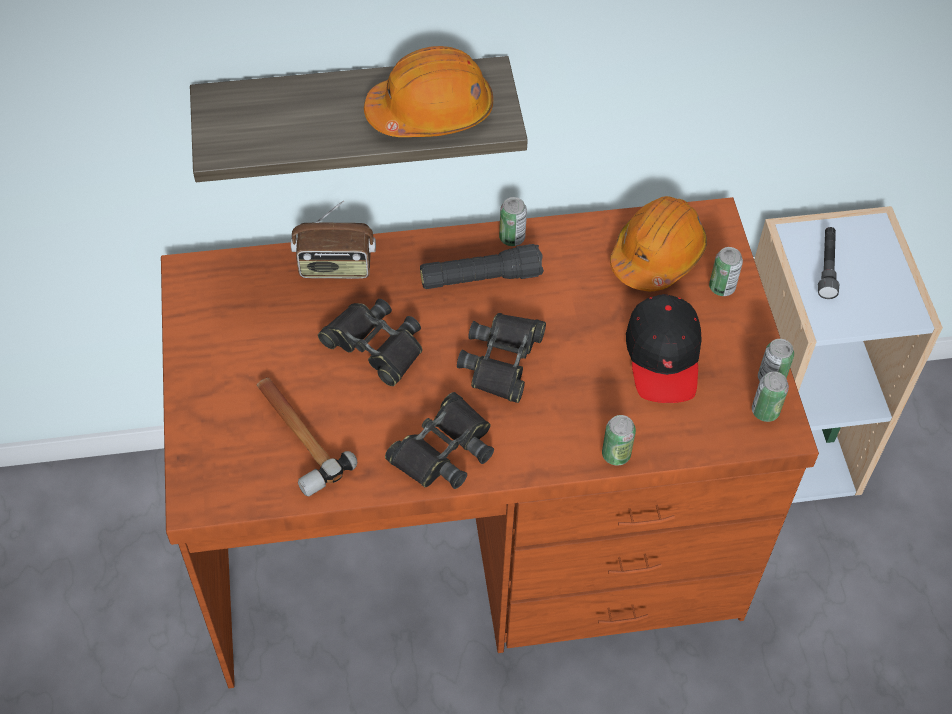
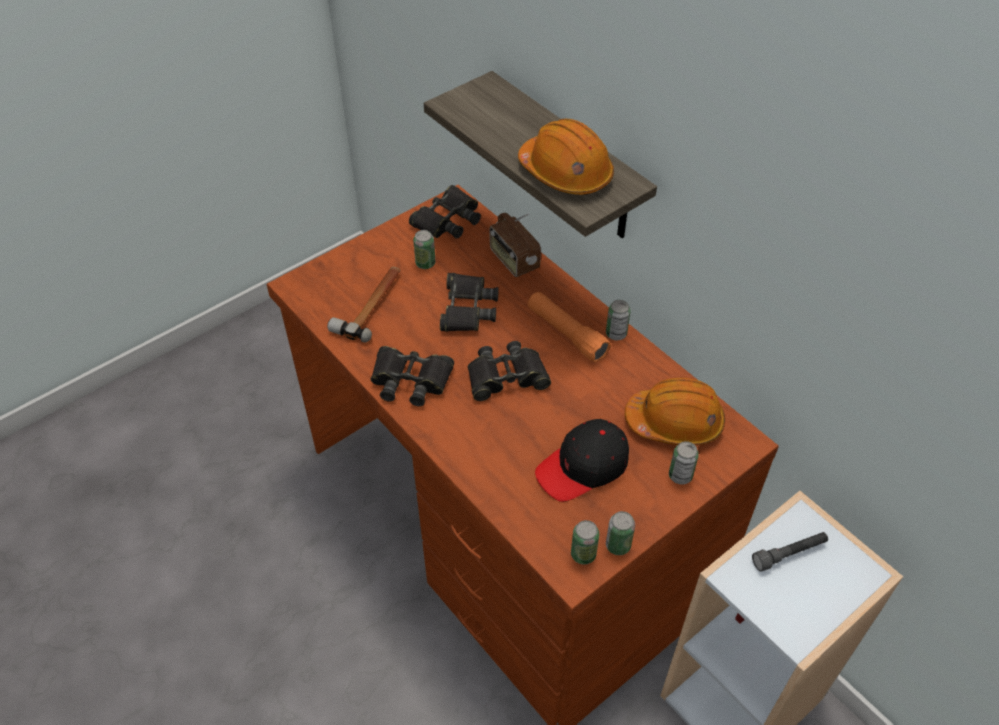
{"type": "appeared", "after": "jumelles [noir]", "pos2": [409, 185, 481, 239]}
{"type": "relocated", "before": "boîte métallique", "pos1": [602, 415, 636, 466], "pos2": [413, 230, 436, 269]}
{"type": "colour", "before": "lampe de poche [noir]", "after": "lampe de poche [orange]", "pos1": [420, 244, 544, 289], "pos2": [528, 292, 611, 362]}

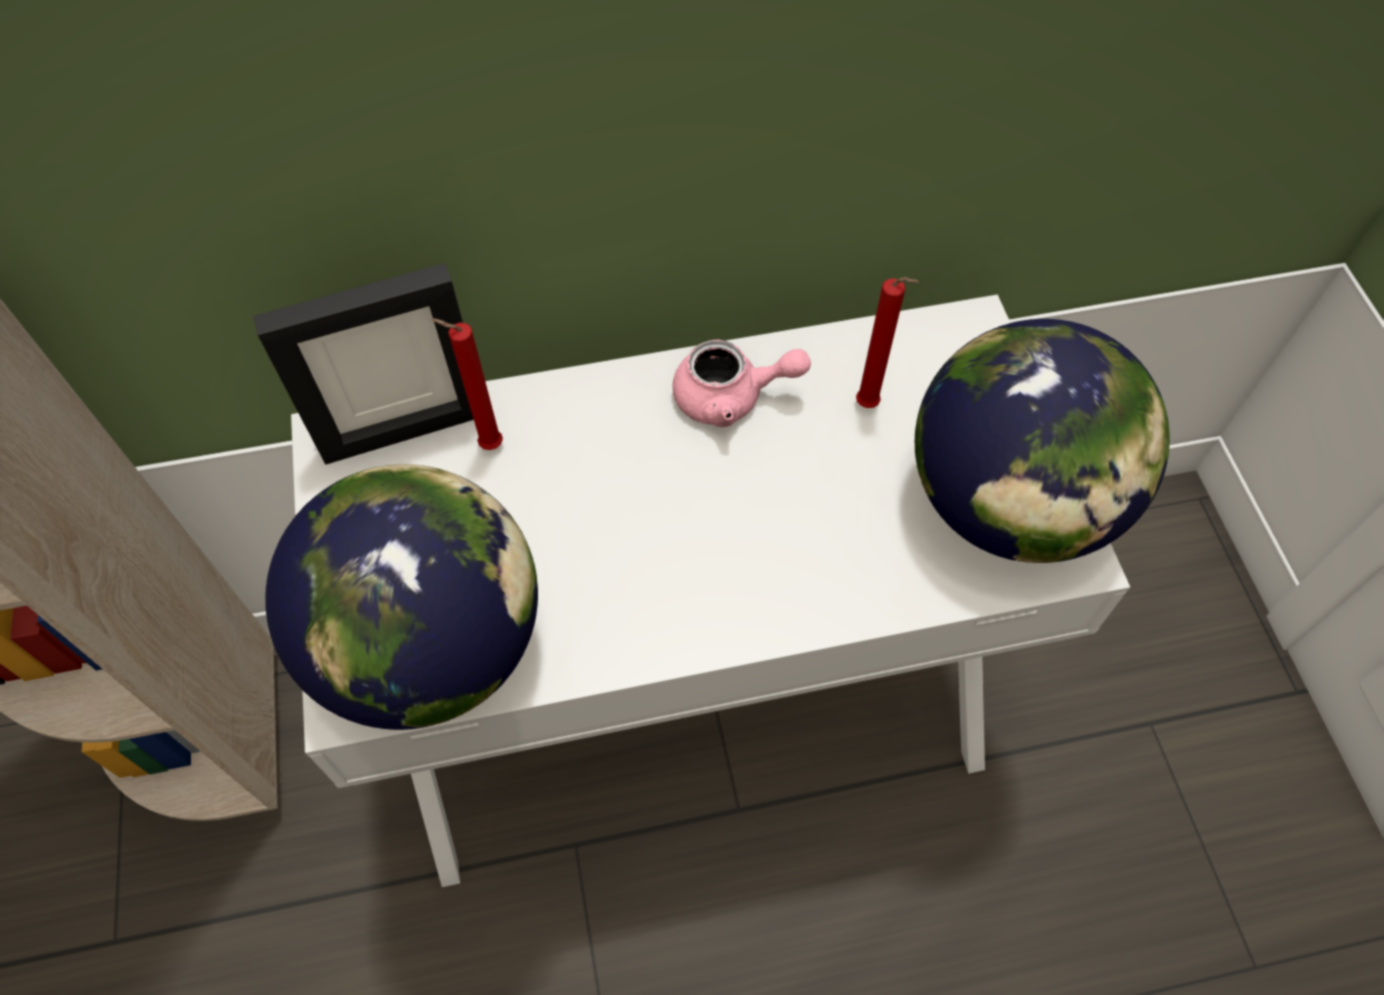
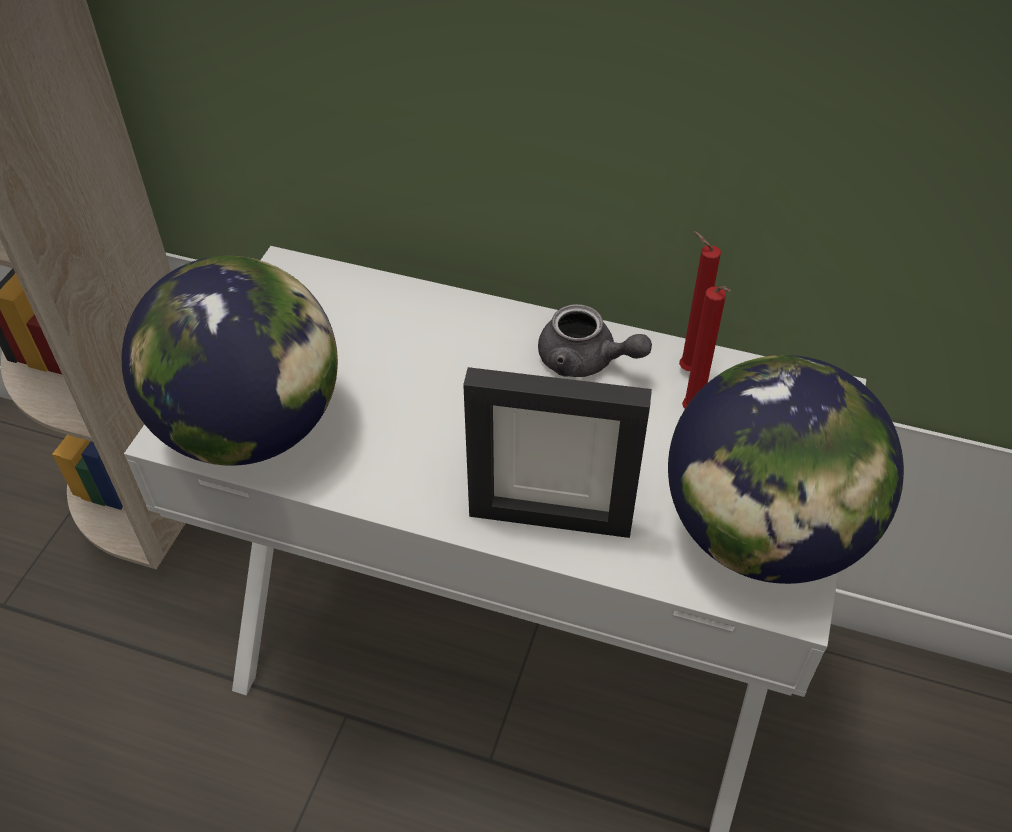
{"type": "relocated", "before": "cadre photo", "pos1": [253, 263, 474, 465], "pos2": [463, 367, 652, 538]}
{"type": "colour", "before": "théière [rose]", "after": "théière [gris]", "pos1": [672, 340, 811, 427], "pos2": [538, 304, 652, 377]}
{"type": "relocated", "before": "bougie [rouge]", "pos1": [430, 318, 503, 450], "pos2": [679, 231, 721, 371]}

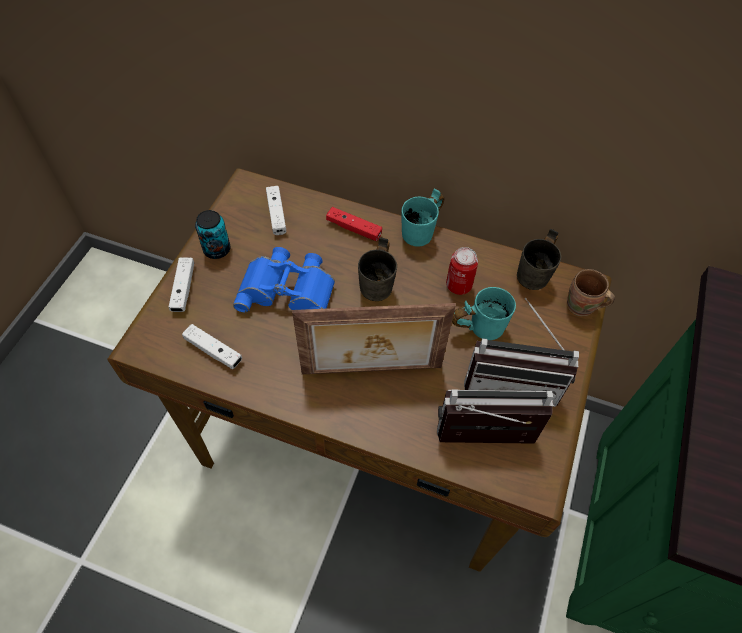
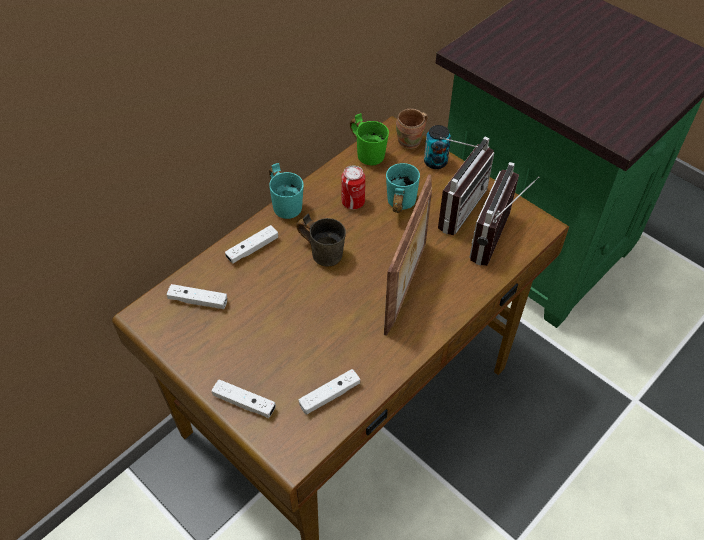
{"type": "colour", "before": "manette [rouge]", "after": "manette [blanc]", "pos1": [326, 207, 382, 241], "pos2": [225, 225, 278, 263]}
{"type": "colour", "before": "mug [gris]", "after": "mug [vert]", "pos1": [517, 229, 561, 290], "pos2": [350, 113, 389, 166]}
{"type": "relocated", "before": "boîte métallique", "pos1": [195, 210, 231, 259], "pos2": [424, 125, 451, 169]}
{"type": "missing", "before": "jumelles [bleu]", "pos1": [233, 247, 335, 313]}

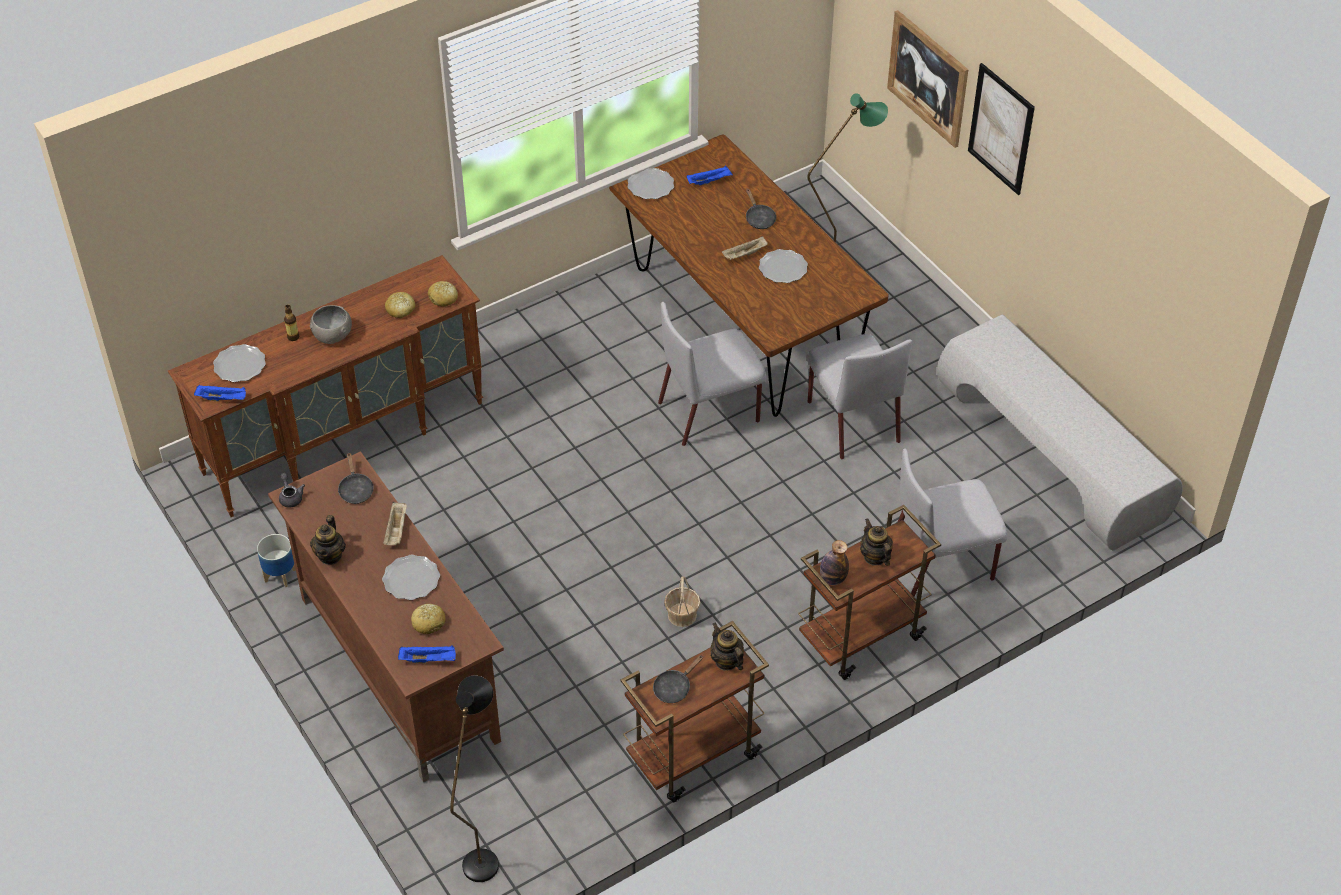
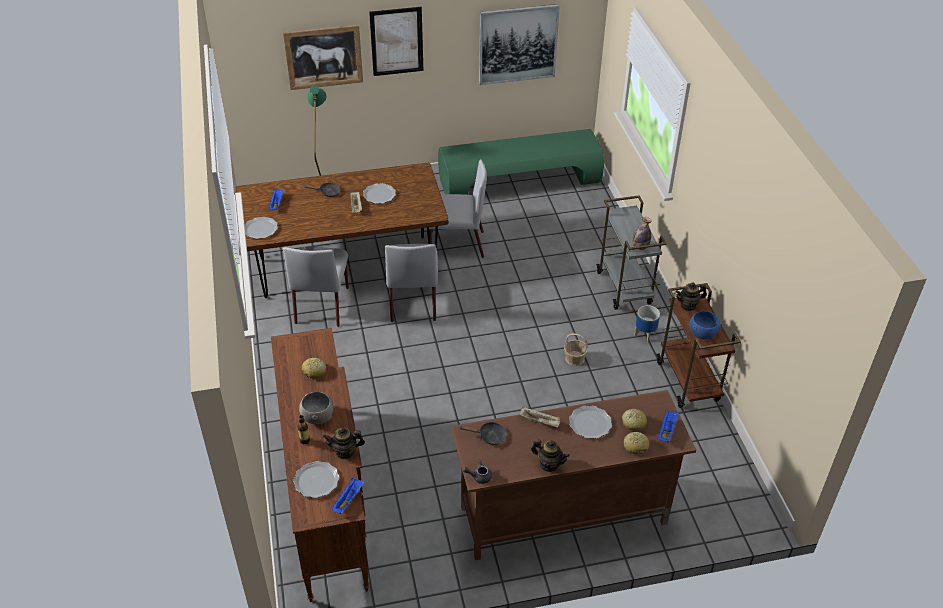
{"type": "relocated", "before": "chaise [gris]", "pos1": [898, 448, 1007, 596], "pos2": [283, 247, 349, 327]}
{"type": "relocated", "before": "théière", "pos1": [860, 519, 893, 566], "pos2": [323, 427, 365, 459]}
{"type": "colour", "before": "banc [gris]", "after": "banc [vert]", "pos1": [937, 315, 1183, 551], "pos2": [438, 129, 604, 195]}
{"type": "appeared", "after": "tableau", "pos2": [479, 4, 560, 85]}
{"type": "colour", "before": "chariot [marron]", "after": "chariot [gris]", "pos1": [798, 505, 941, 680], "pos2": [596, 195, 666, 310]}
{"type": "relocated", "before": "pain", "pos1": [428, 281, 458, 307], "pos2": [624, 432, 649, 455]}
{"type": "relocated", "before": "cache-pot", "pos1": [257, 534, 296, 587], "pos2": [634, 305, 660, 342]}
{"type": "exchanged", "before": "poêle [noir]", "after": "bol [bleu]", "pos1": [653, 655, 703, 703], "pos2": [689, 311, 721, 339]}
{"type": "missing", "before": "lampadaire [noir]", "pos1": [450, 675, 499, 882]}

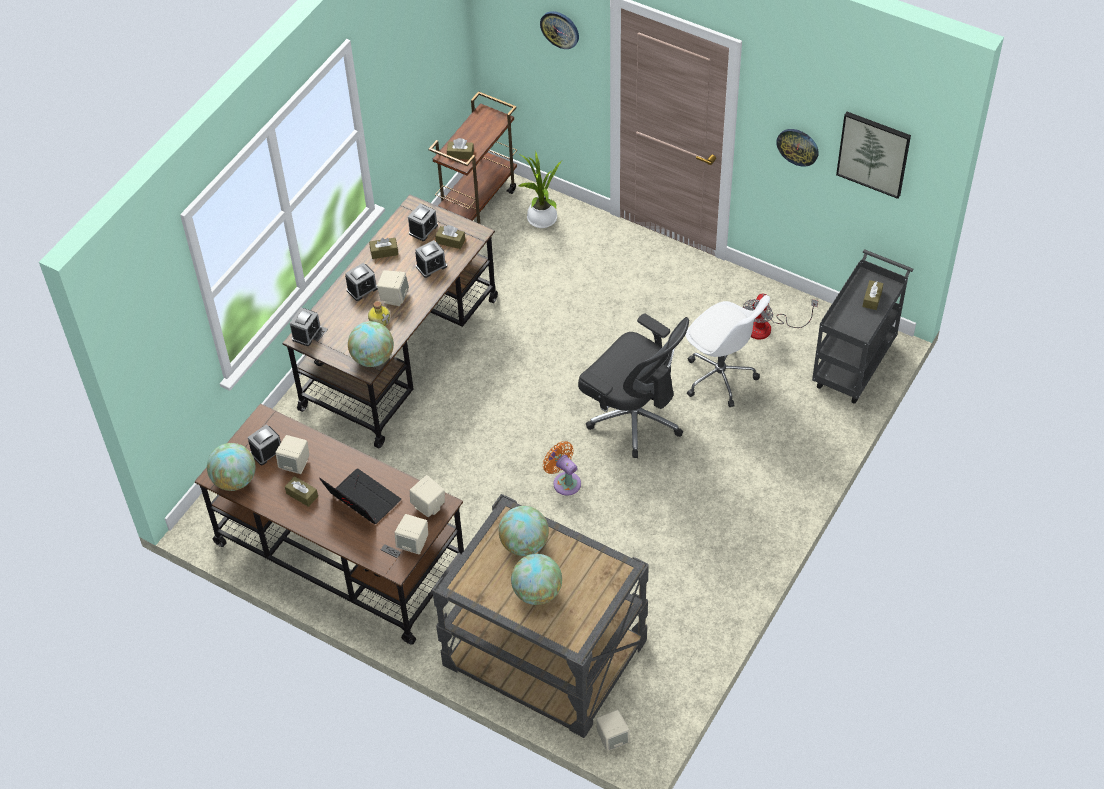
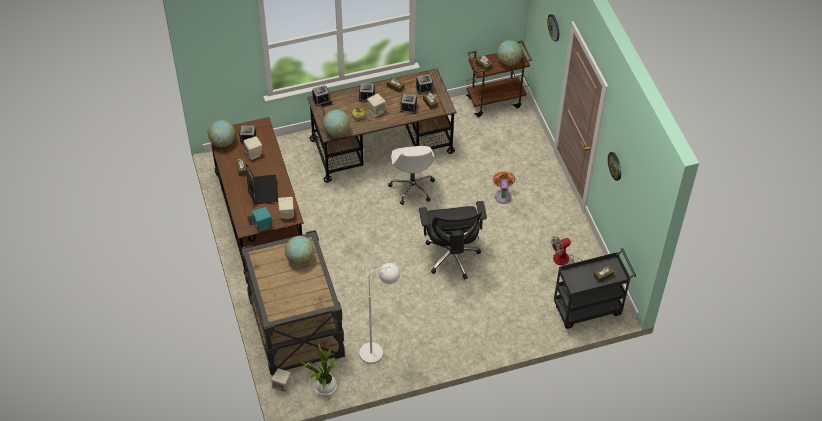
{"type": "colour", "before": "enceinte [beige]", "after": "enceinte [turquoise]", "pos1": [394, 514, 428, 555], "pos2": [252, 207, 271, 231]}
{"type": "relocated", "before": "plante en pot", "pos1": [518, 151, 562, 228], "pos2": [297, 342, 338, 395]}
{"type": "appeared", "after": "lampadaire [blanc]", "pos2": [359, 263, 400, 364]}
{"type": "relocated", "before": "chaise de bureau [blanc]", "pos1": [686, 295, 770, 407], "pos2": [388, 146, 435, 205]}
{"type": "relocated", "before": "ventilateur [orange]", "pos1": [543, 441, 581, 496], "pos2": [493, 171, 515, 204]}
{"type": "relocated", "before": "globe", "pos1": [511, 554, 562, 605], "pos2": [497, 40, 522, 66]}
{"type": "missing", "before": "tableau", "pos1": [836, 112, 911, 199]}

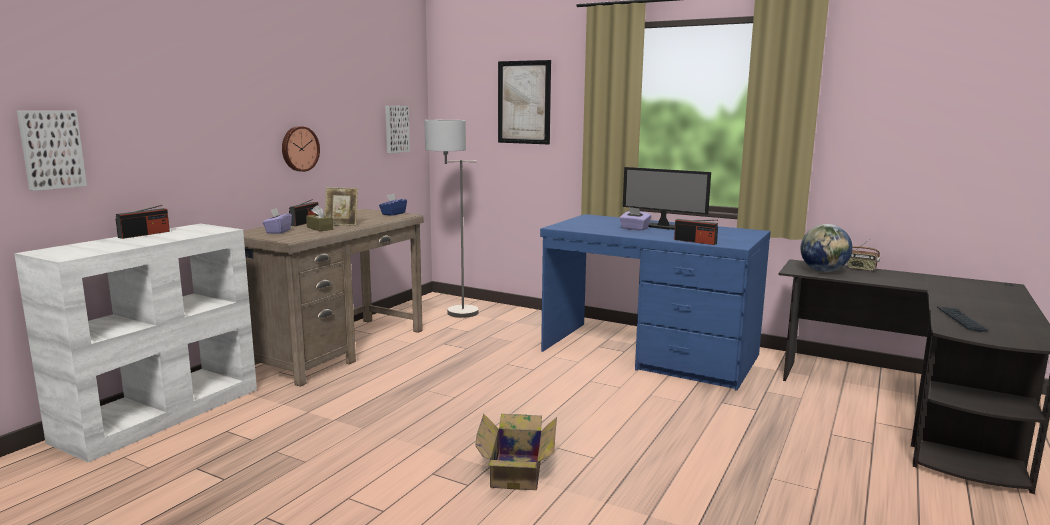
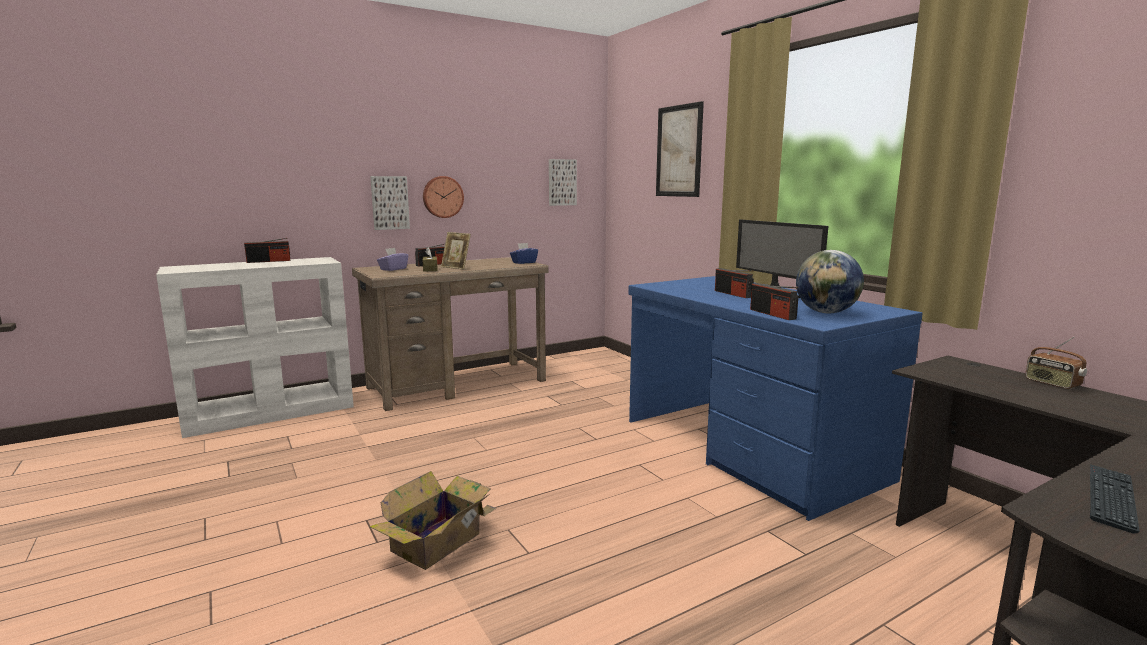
{"type": "relocated", "before": "tableau", "pos1": [17, 111, 87, 191], "pos2": [370, 176, 410, 230]}
{"type": "exchanged", "before": "boîte à mouchoirs [violet]", "after": "radio", "pos1": [619, 207, 651, 231], "pos2": [715, 268, 754, 298]}
{"type": "relocated", "before": "globe", "pos1": [800, 224, 853, 272], "pos2": [796, 250, 864, 313]}
{"type": "missing", "before": "lampadaire [gris]", "pos1": [424, 120, 479, 318]}

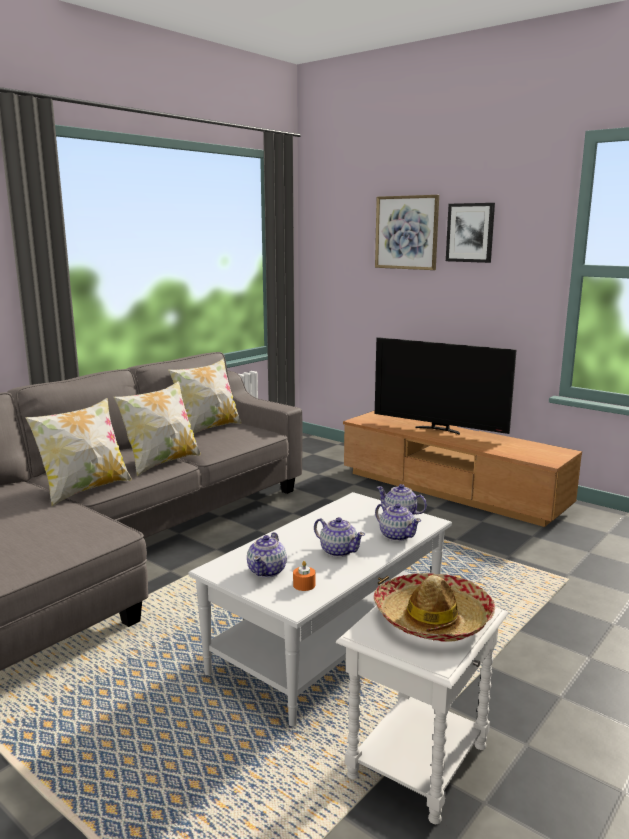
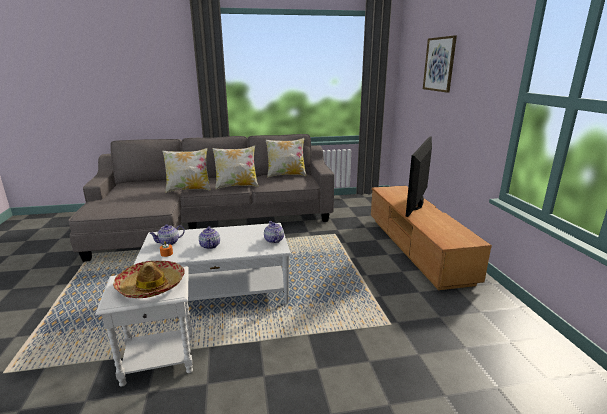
{"type": "spun", "before": "téléviseur", "pos1": [375, 337, 516, 435], "pos2": [406, 136, 432, 217], "turn": 45}
{"type": "missing", "before": "théière", "pos1": [375, 503, 421, 541]}
{"type": "missing", "before": "tableau", "pos1": [446, 203, 495, 263]}

